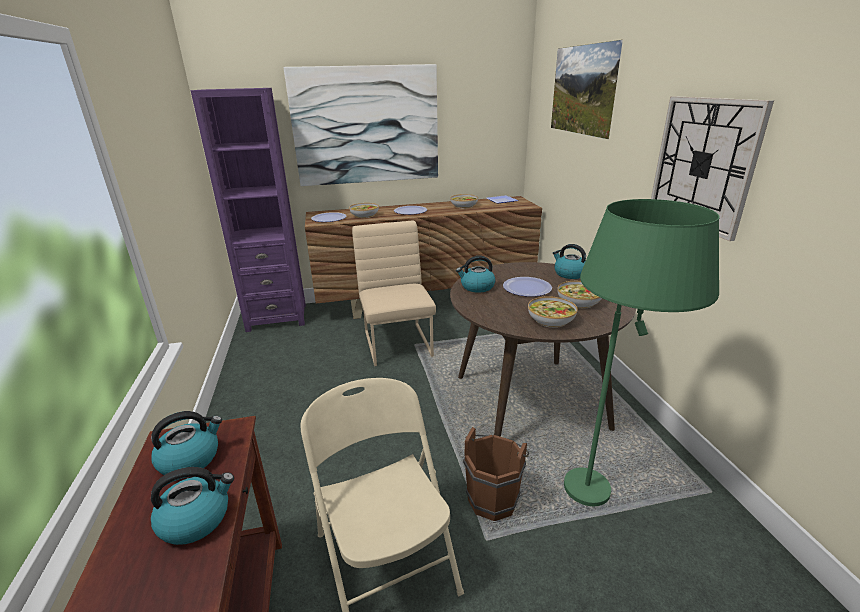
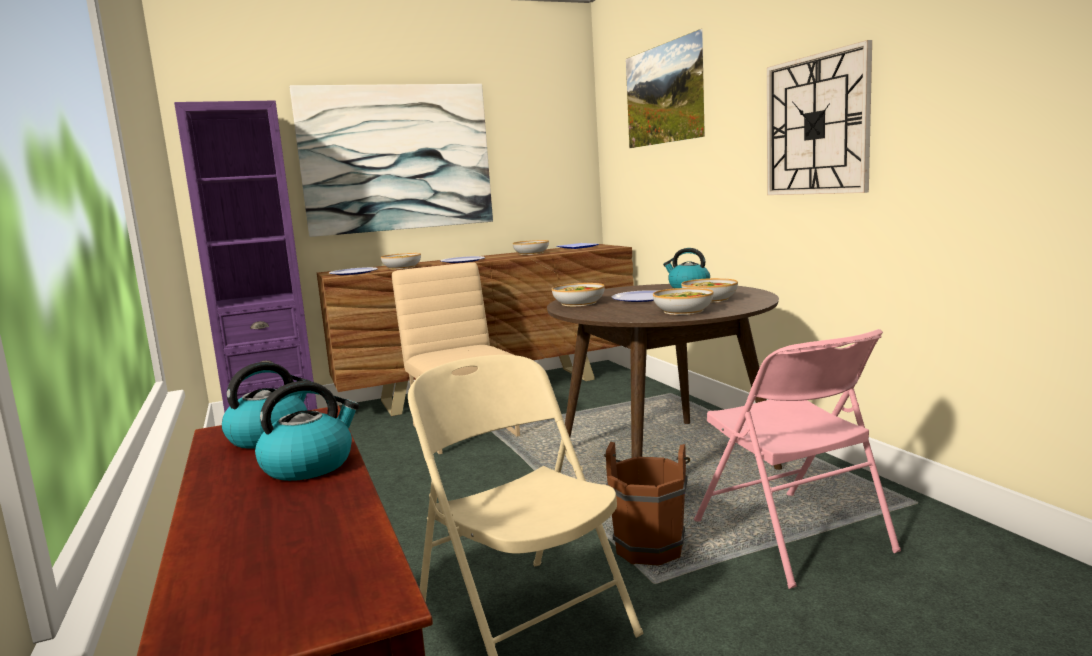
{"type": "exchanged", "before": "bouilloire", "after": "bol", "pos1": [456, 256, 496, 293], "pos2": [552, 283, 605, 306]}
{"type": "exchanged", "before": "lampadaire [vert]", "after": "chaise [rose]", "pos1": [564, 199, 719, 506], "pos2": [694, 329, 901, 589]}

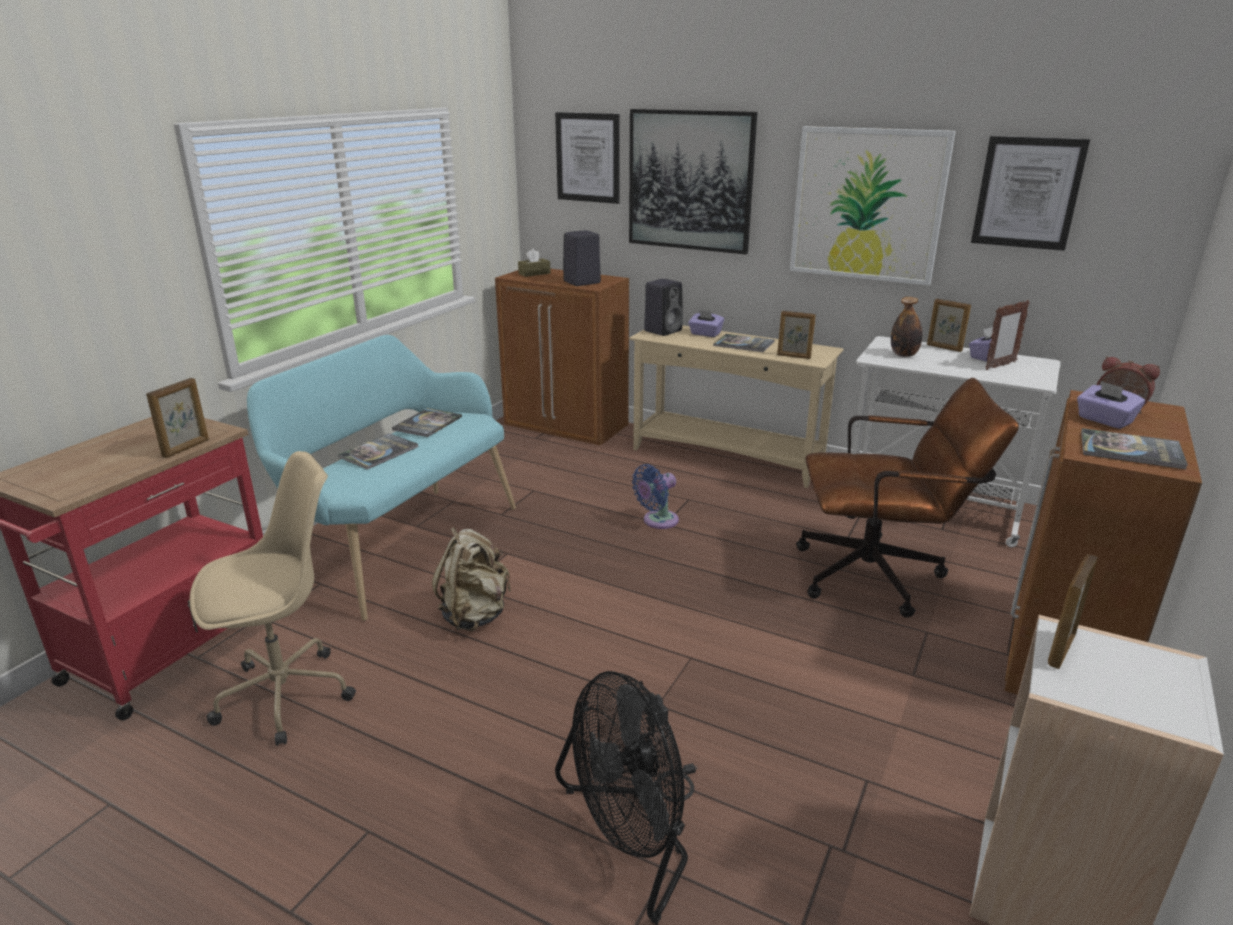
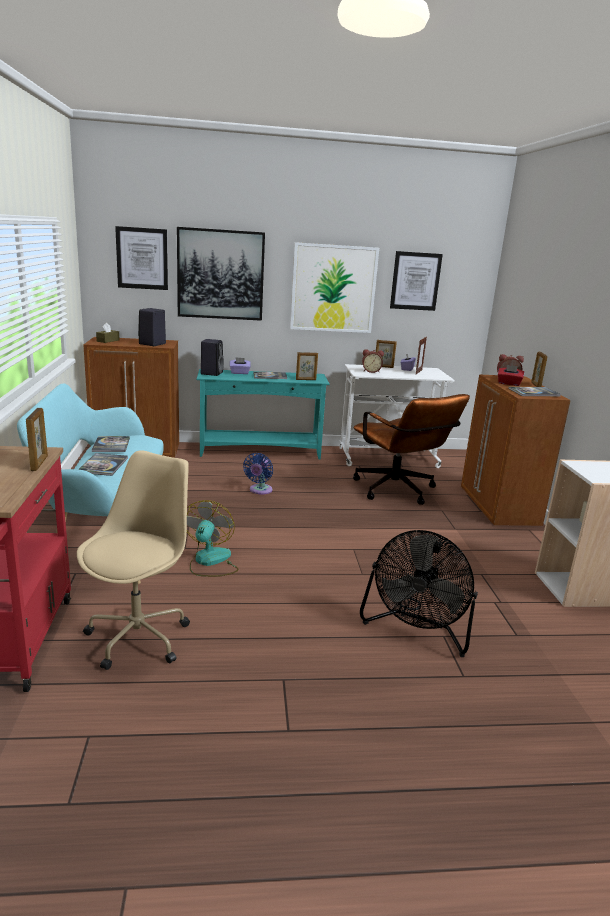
{"type": "exchanged", "before": "sac à dos [beige]", "after": "ventilateur", "pos1": [432, 527, 511, 631], "pos2": [187, 500, 239, 577]}
{"type": "colour", "before": "table console [beige]", "after": "table console [turquoise]", "pos1": [629, 325, 844, 488], "pos2": [196, 369, 330, 459]}
{"type": "spun", "before": "chaise de bureau [marron]", "pos1": [796, 378, 1019, 617], "pos2": [353, 394, 470, 505], "turn": 90}
{"type": "exchanged", "before": "bouteille", "after": "réveil", "pos1": [891, 297, 922, 357], "pos2": [362, 349, 384, 373]}
{"type": "colour", "before": "boîte à mouchoirs [violet]", "after": "boîte à mouchoirs [rouge]", "pos1": [1077, 381, 1145, 429], "pos2": [498, 365, 525, 386]}
{"type": "relocated", "before": "cadre photo", "pos1": [1048, 554, 1098, 669], "pos2": [531, 352, 548, 387]}

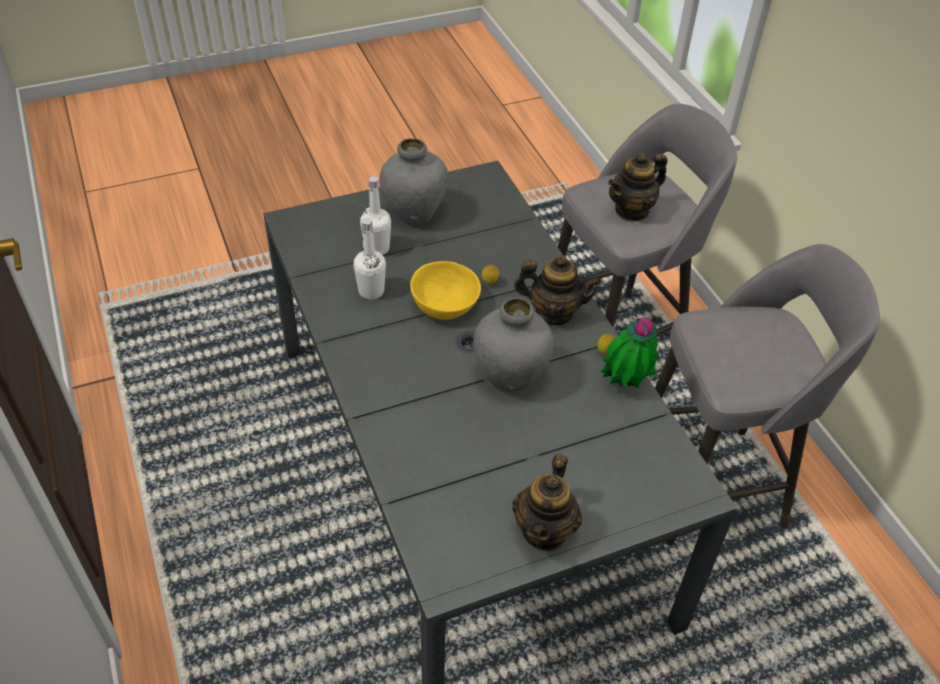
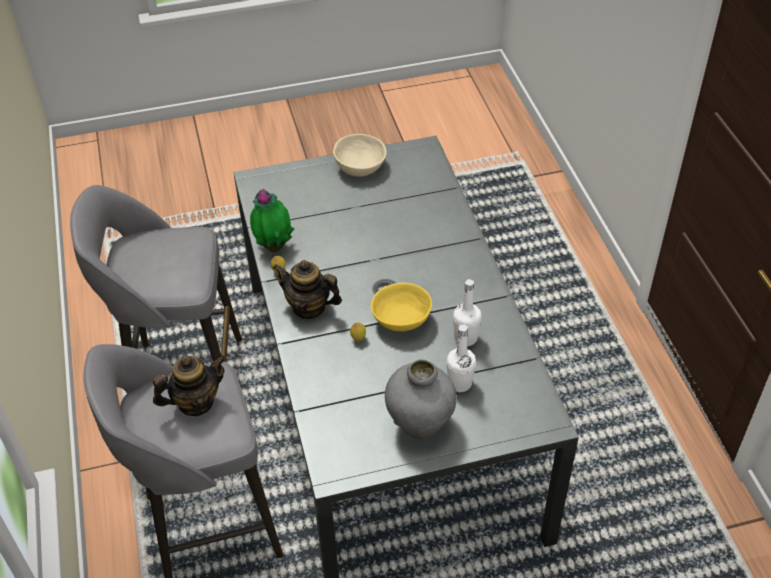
{"type": "exchanged", "before": "théière", "after": "bol [beige]", "pos1": [512, 454, 582, 551], "pos2": [333, 134, 386, 177]}
{"type": "missing", "before": "vase [gris]", "pos1": [473, 297, 554, 392]}

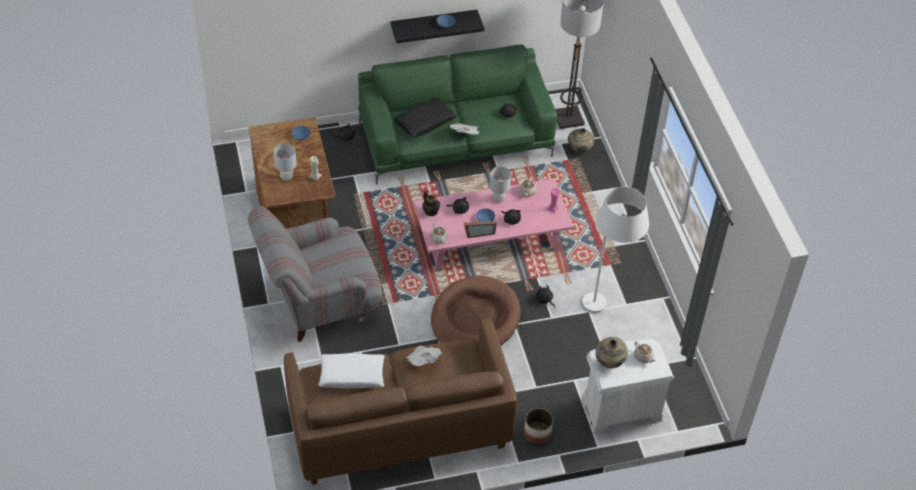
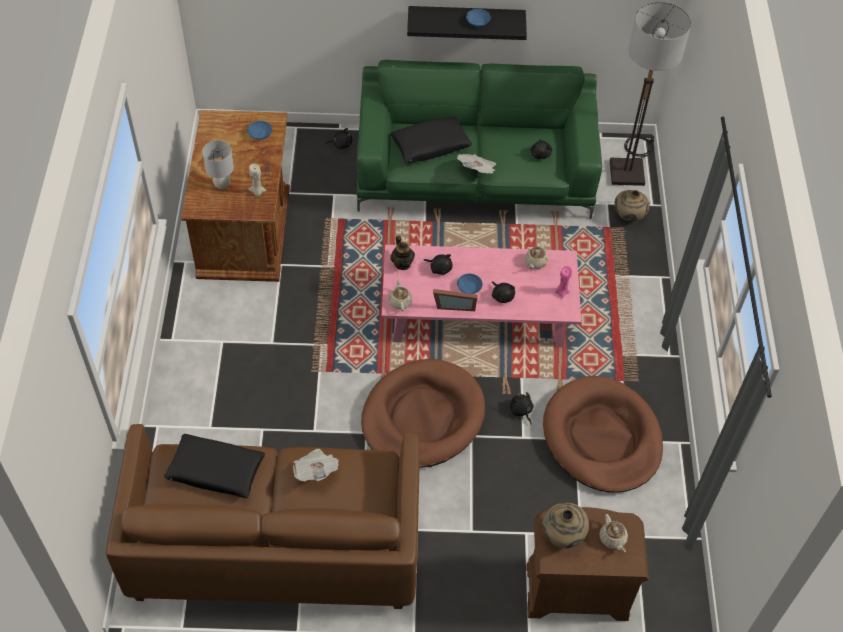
{"type": "colour", "before": "coussin [blanc]", "after": "coussin [noir]", "pos1": [318, 354, 385, 389], "pos2": [164, 434, 265, 498]}
{"type": "colour", "before": "table de chevet [blanc]", "after": "table de chevet [marron]", "pos1": [581, 339, 674, 434], "pos2": [526, 507, 649, 621]}
{"type": "exchanged", "before": "lampadaire [blanc]", "after": "panier pour chien [marron]", "pos1": [582, 187, 649, 313], "pos2": [543, 376, 663, 493]}
{"type": "missing", "before": "fauteuil [gris]", "pos1": [248, 206, 382, 342]}
{"type": "missing", "before": "lampe de table [gris]", "pos1": [490, 166, 511, 202]}
{"type": "missing", "before": "cache-pot", "pos1": [524, 408, 553, 444]}

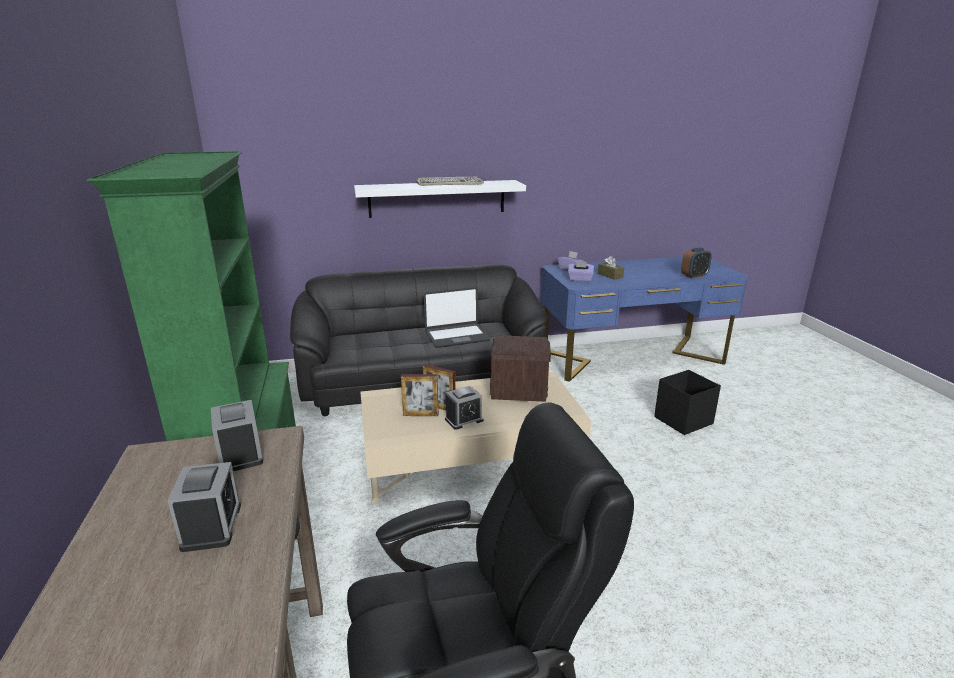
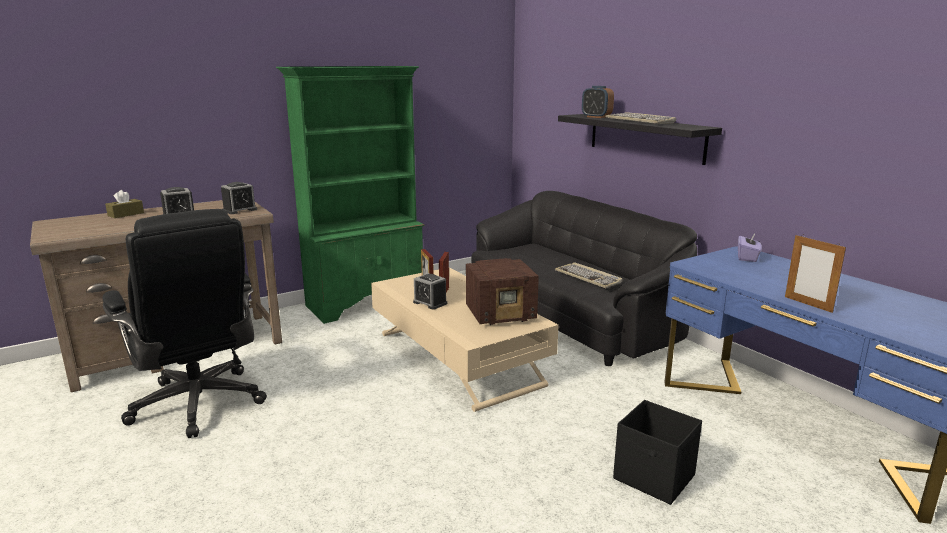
{"type": "relocated", "before": "boîte à mouchoirs [marron]", "pos1": [598, 256, 624, 280], "pos2": [105, 190, 144, 218]}
{"type": "exchanged", "before": "ordinateur portable", "after": "clavier", "pos1": [424, 287, 490, 348], "pos2": [555, 262, 623, 288]}
{"type": "colour", "before": "étagère [blanc]", "after": "étagère [noir]", "pos1": [354, 180, 526, 218], "pos2": [558, 114, 722, 165]}
{"type": "relocated", "before": "réveil", "pos1": [681, 248, 712, 279], "pos2": [582, 86, 614, 118]}
{"type": "appeared", "after": "cadre photo", "pos2": [785, 235, 846, 313]}
{"type": "missing", "before": "boîte à mouchoirs [violet]", "pos1": [568, 261, 594, 282]}

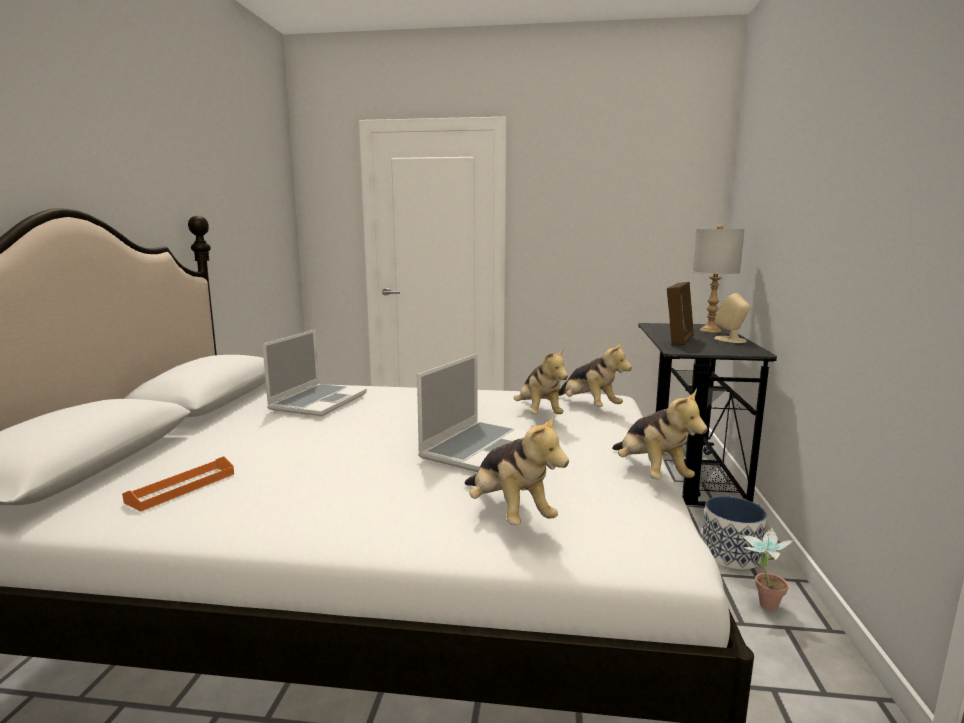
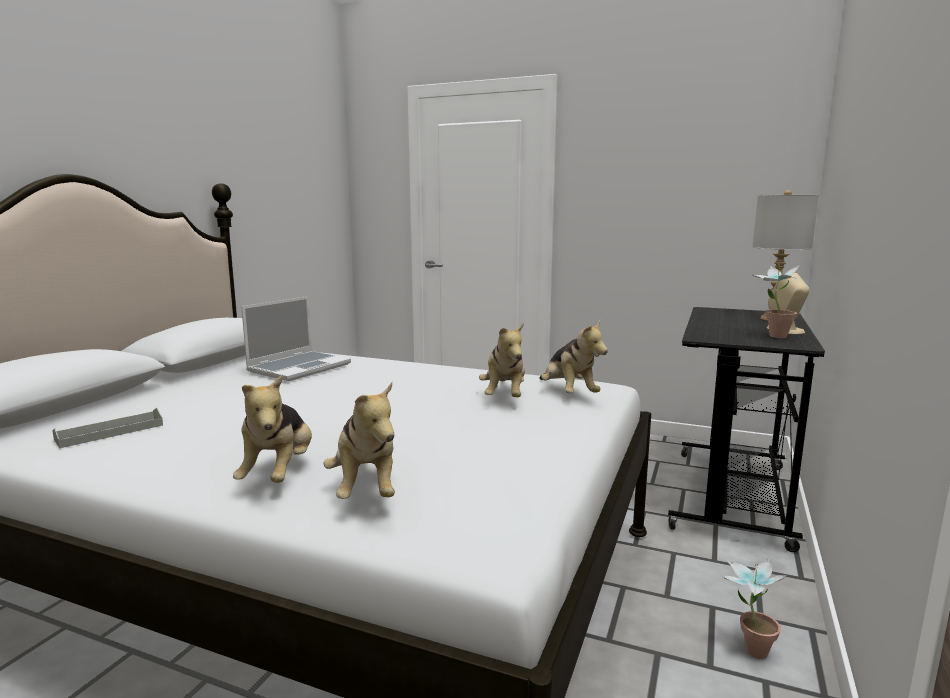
{"type": "colour", "before": "plateau [orange]", "after": "plateau [gris]", "pos1": [122, 456, 234, 511], "pos2": [53, 408, 163, 448]}
{"type": "relocated", "before": "peluche", "pos1": [612, 388, 708, 479], "pos2": [233, 375, 312, 483]}
{"type": "appeared", "after": "plante en pot", "pos2": [751, 264, 800, 338]}
{"type": "missing", "before": "ordinateur portable", "pos1": [417, 353, 527, 472]}
{"type": "missing", "before": "cadre photo", "pos1": [667, 282, 694, 345]}
{"type": "missing", "before": "cache-pot", "pos1": [702, 496, 767, 570]}

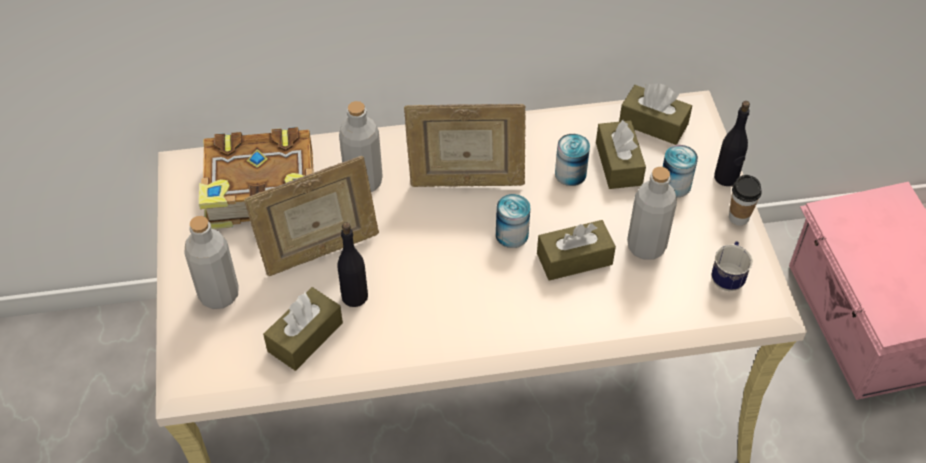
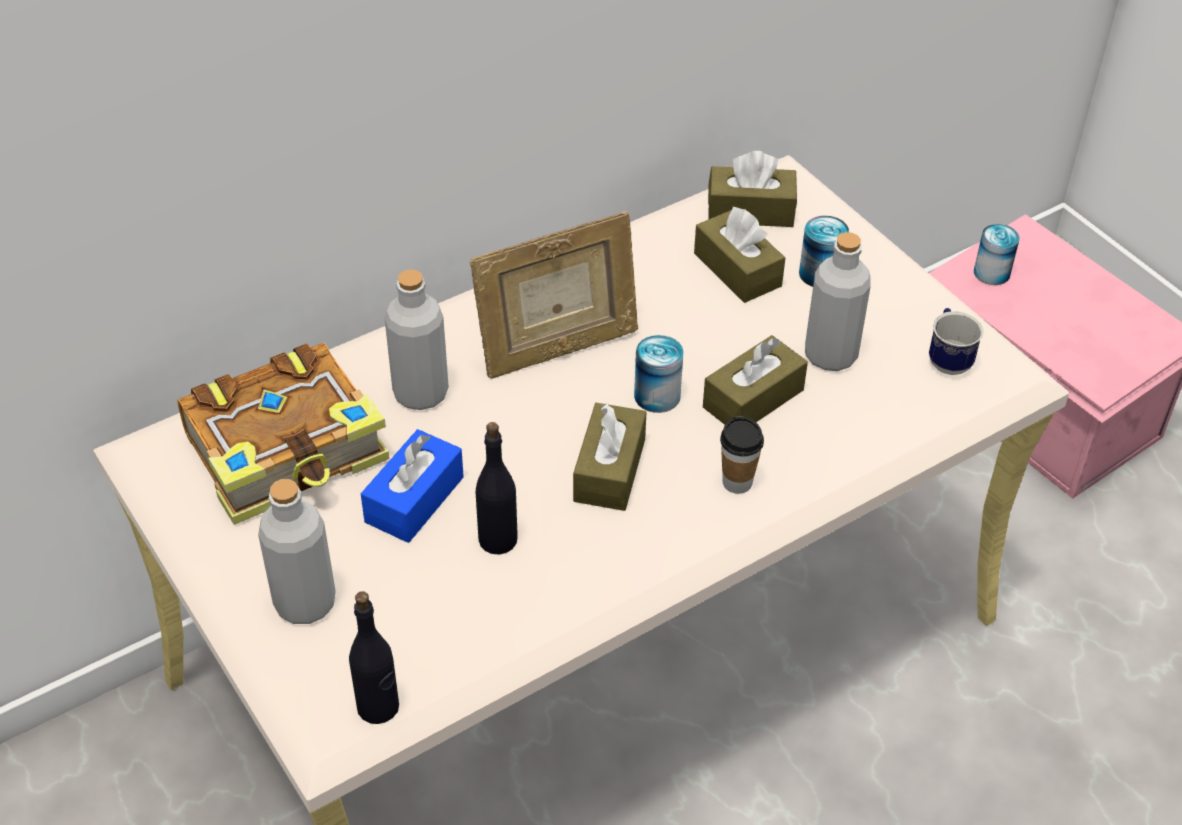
{"type": "relocated", "before": "bouteille [noir]", "pos1": [714, 101, 750, 186], "pos2": [349, 591, 399, 724]}
{"type": "exchanged", "before": "cadre photo", "after": "boîte à mouchoirs [bleu]", "pos1": [244, 156, 379, 276], "pos2": [361, 429, 464, 543]}
{"type": "relocated", "before": "boîte à mouchoirs [marron]", "pos1": [263, 287, 343, 371], "pos2": [573, 403, 646, 511]}
{"type": "relocated", "before": "tasse", "pos1": [729, 175, 762, 226], "pos2": [720, 417, 764, 494]}
{"type": "relocated", "before": "boîte métallique", "pos1": [555, 134, 590, 186], "pos2": [974, 224, 1020, 285]}

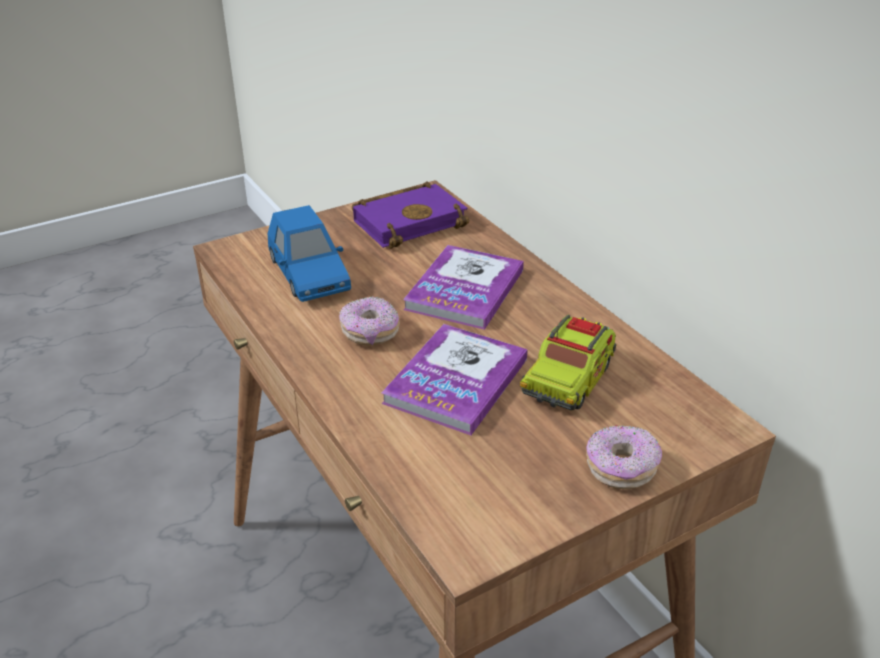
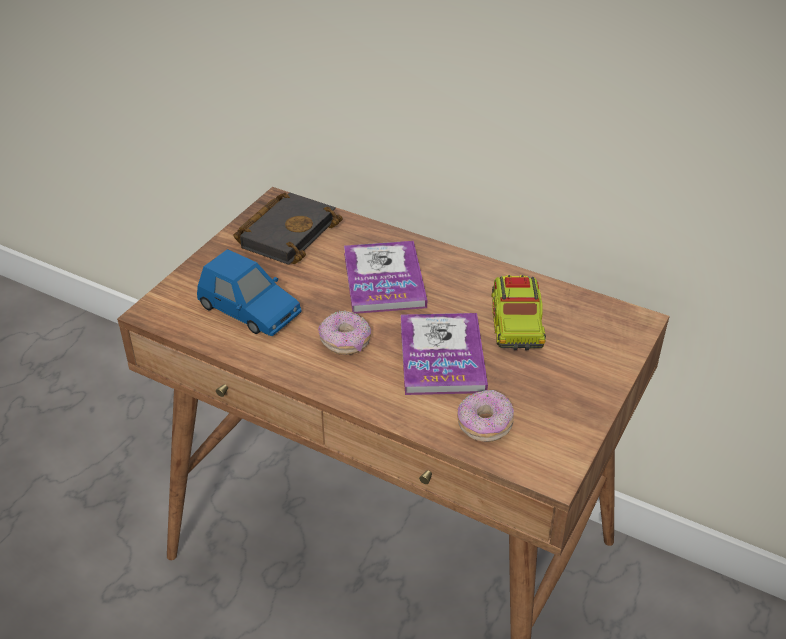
{"type": "colour", "before": "livre [violet]", "after": "livre [noir]", "pos1": [352, 181, 469, 249], "pos2": [233, 193, 343, 265]}
{"type": "relocated", "before": "beignet", "pos1": [586, 425, 662, 489], "pos2": [457, 390, 514, 442]}

